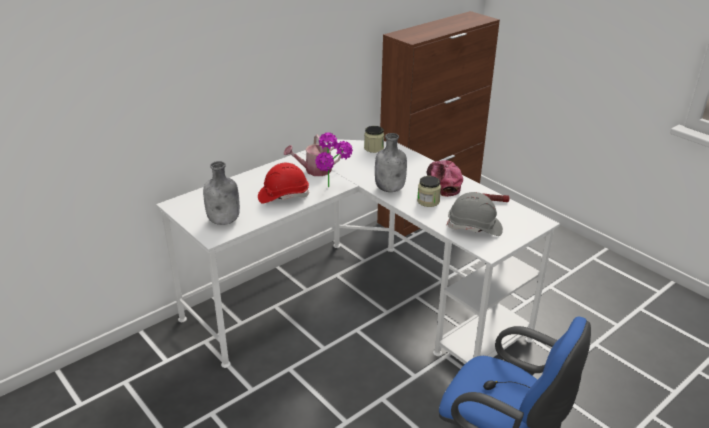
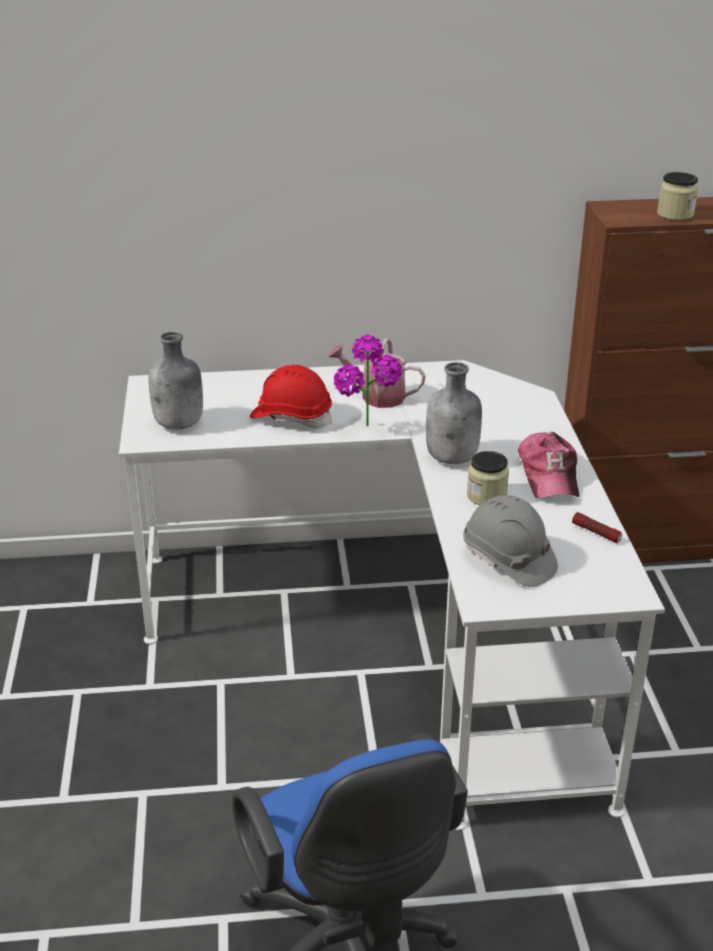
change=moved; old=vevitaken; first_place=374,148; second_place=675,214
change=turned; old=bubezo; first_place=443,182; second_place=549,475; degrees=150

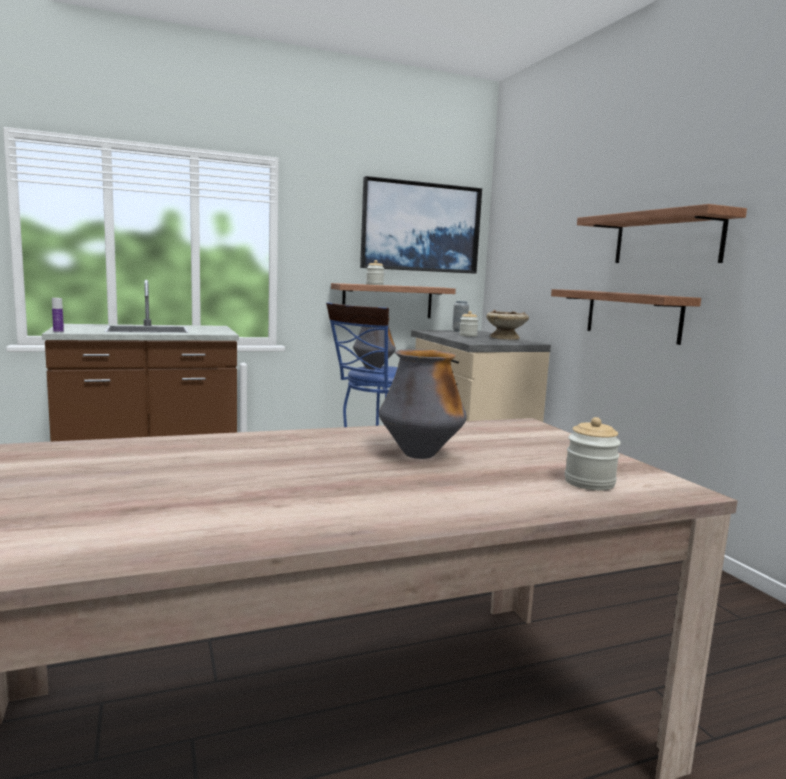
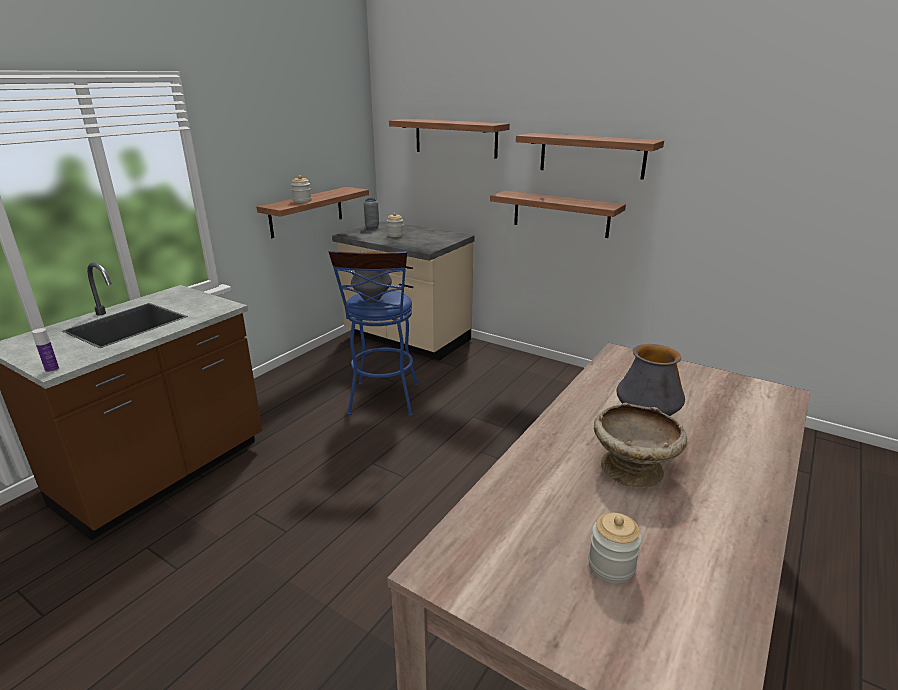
change=removed; old=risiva; first_place=420,227
change=added; new=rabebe; second_place=455,138
change=moved; old=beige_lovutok; first_place=505,338; second_place=633,467
change=moved; old=vevitaken; first_place=589,483; second_place=611,565

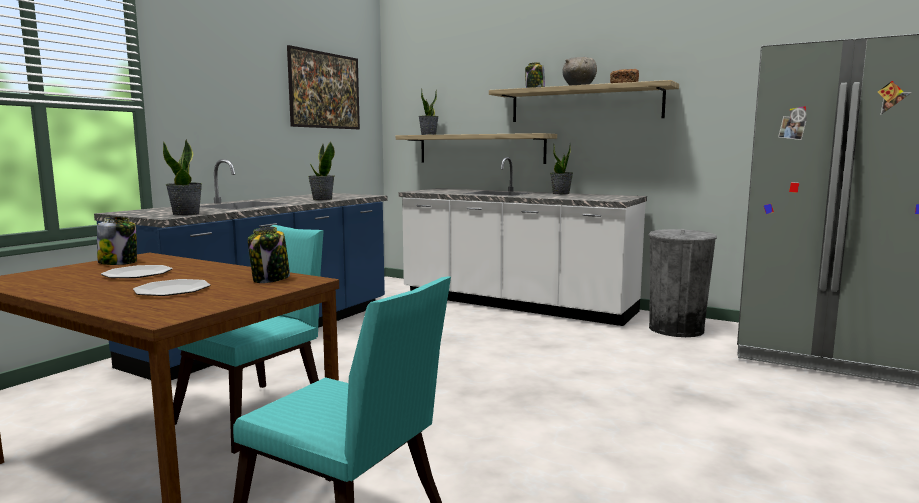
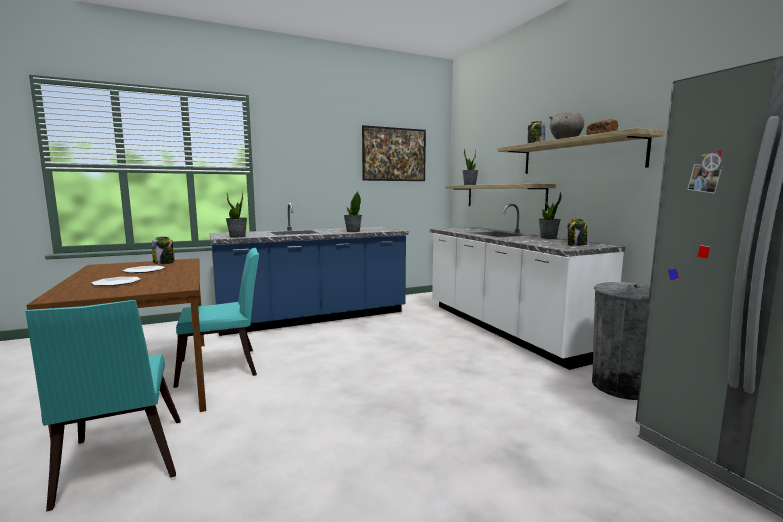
change=moved; old=vevitaken; first_place=271,279; second_place=576,245

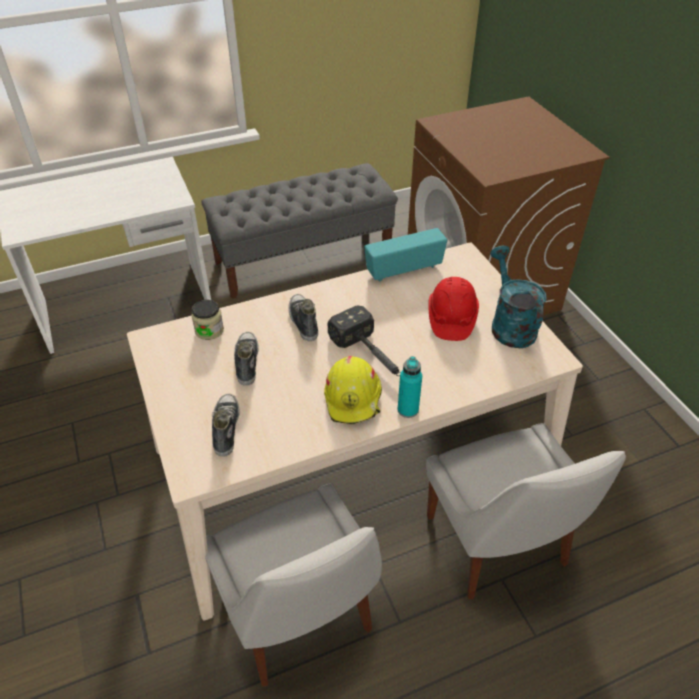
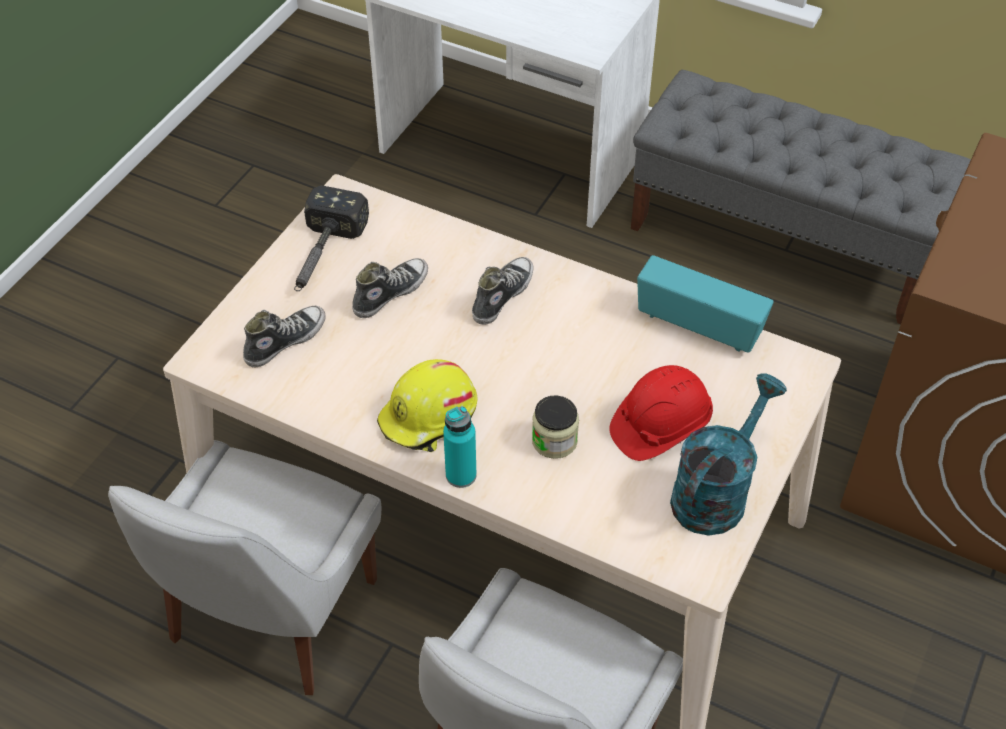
change=moved; old=vevitaken; first_place=209,330; second_place=554,441
change=moved; old=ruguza; first_place=370,355; second_place=322,257

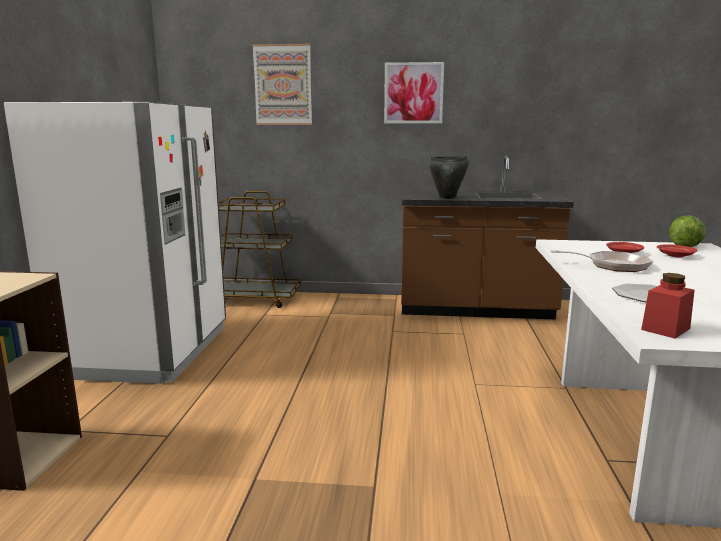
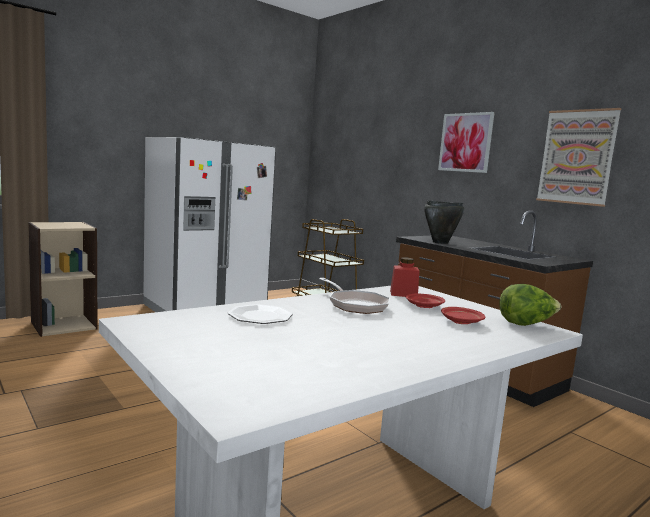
change=moved; old=risiva; first_place=283,85; second_place=577,157
change=moved; old=red_vevitaken; first_place=665,329; second_place=403,294

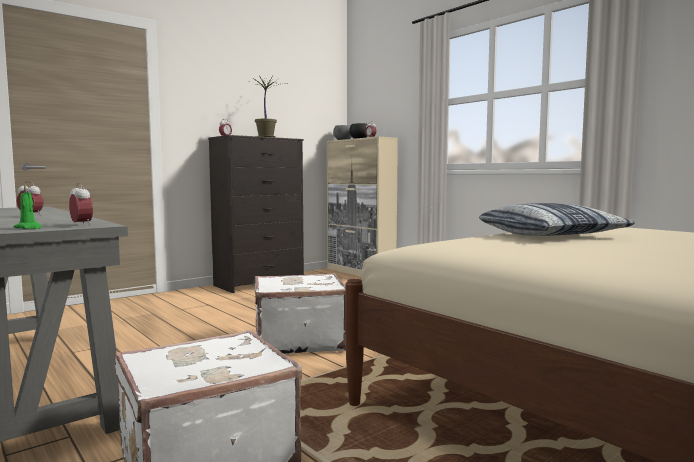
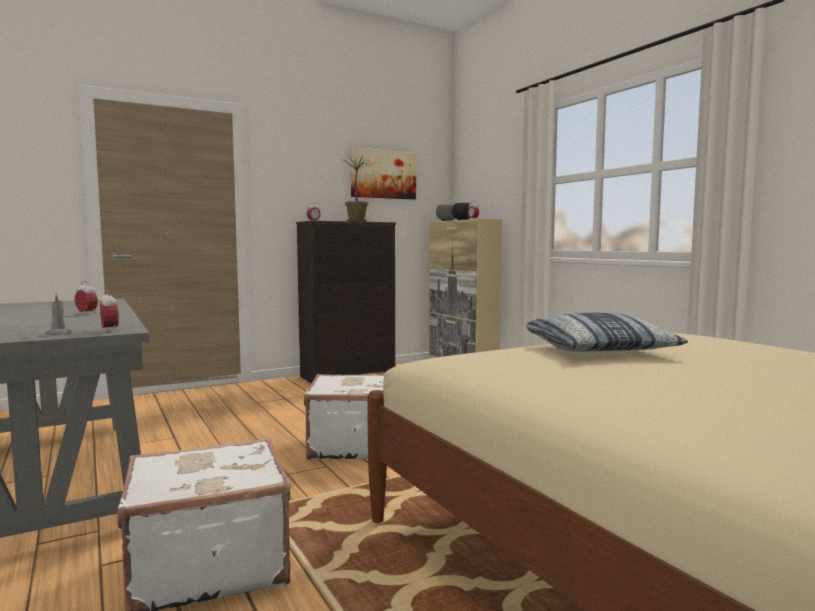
change=added; new=risiva; second_place=383,174
change=recoloured; old=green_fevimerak; new=grey_fevimerak; first_place=29,228; second_place=59,334

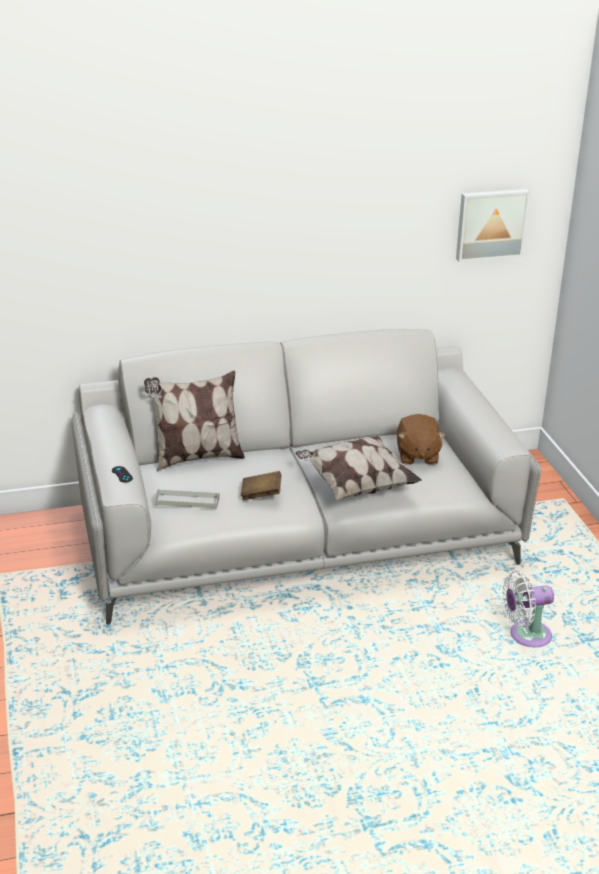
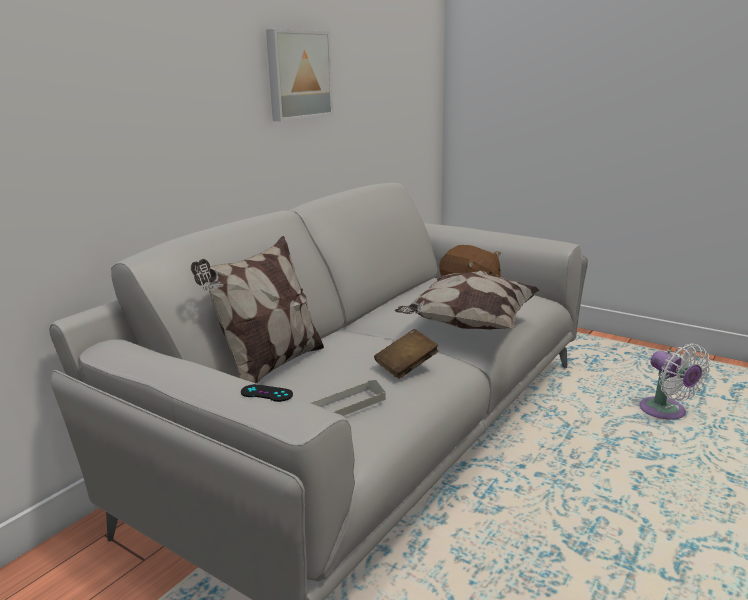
change=moved; old=risiva; first_place=491,224; second_place=298,75
change=turned; old=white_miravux; first_place=525,635; second_place=666,412; degrees=-60

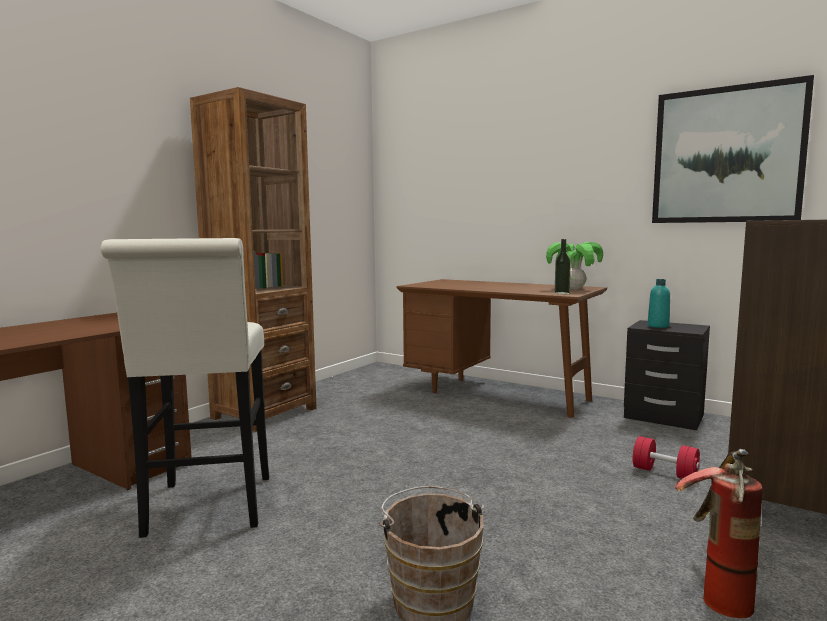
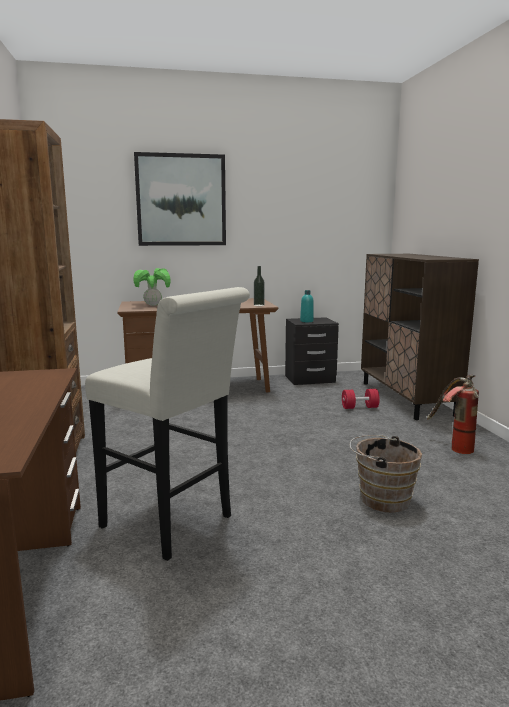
change=moved; old=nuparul; first_place=573,289; second_place=153,305
change=moved; old=risiva; first_place=726,155; second_place=181,200

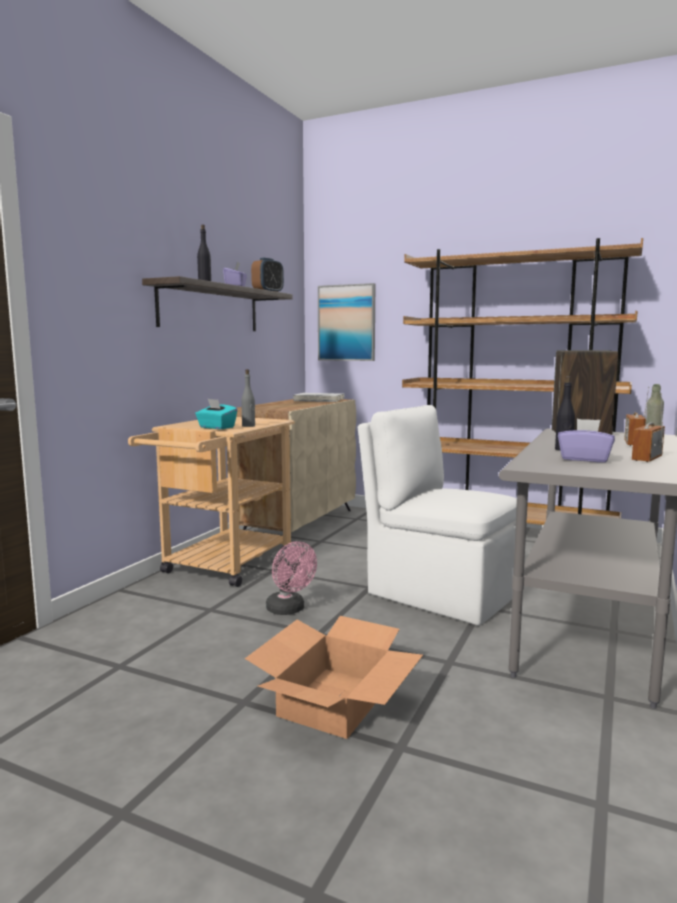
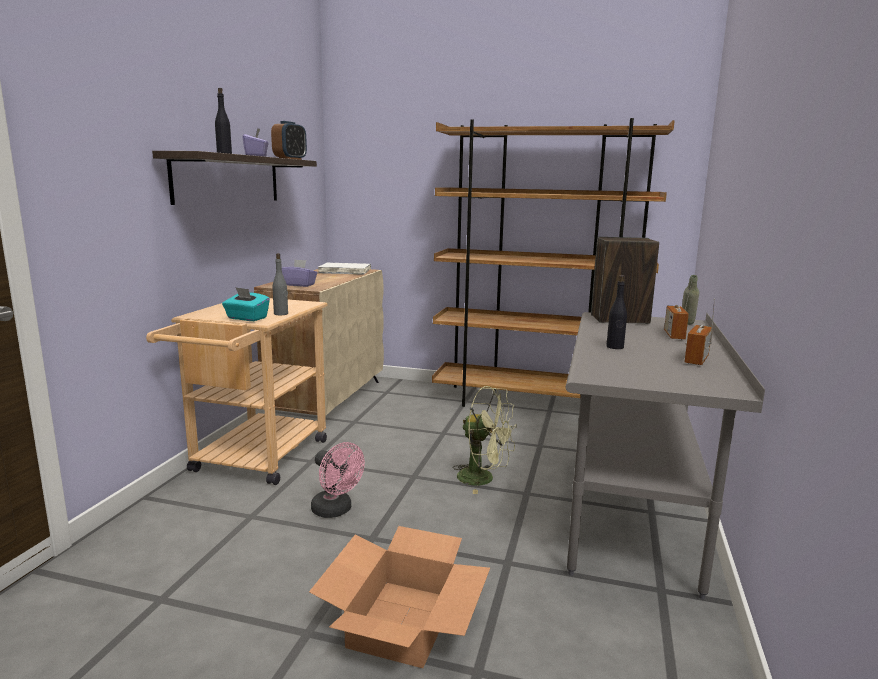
change=removed; old=risiva; first_place=346,323
change=moved; old=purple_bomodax; first_place=585,459; second_place=299,285
change=replaced; old=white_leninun; new=green_miravux; first_place=439,593; second_place=483,479

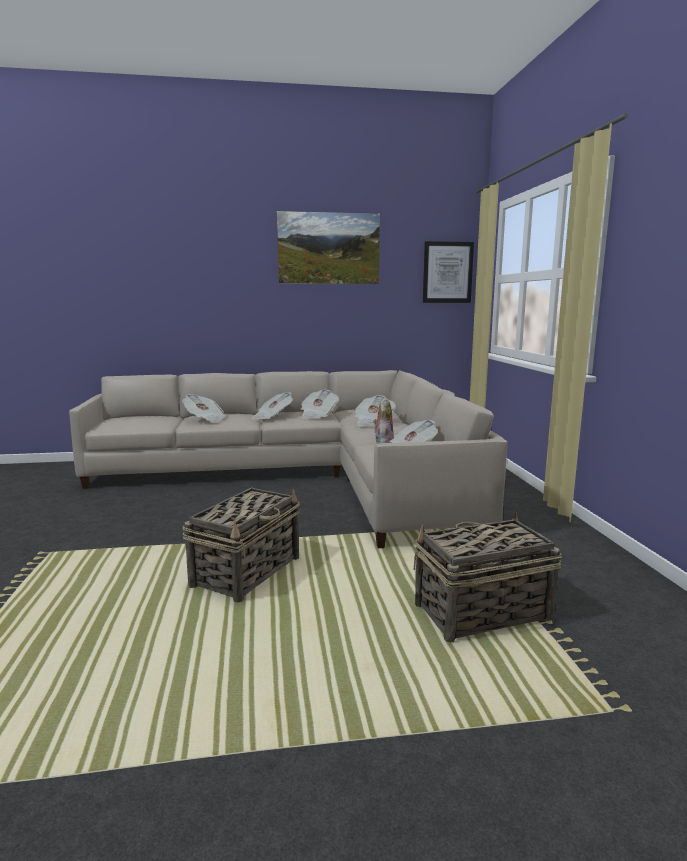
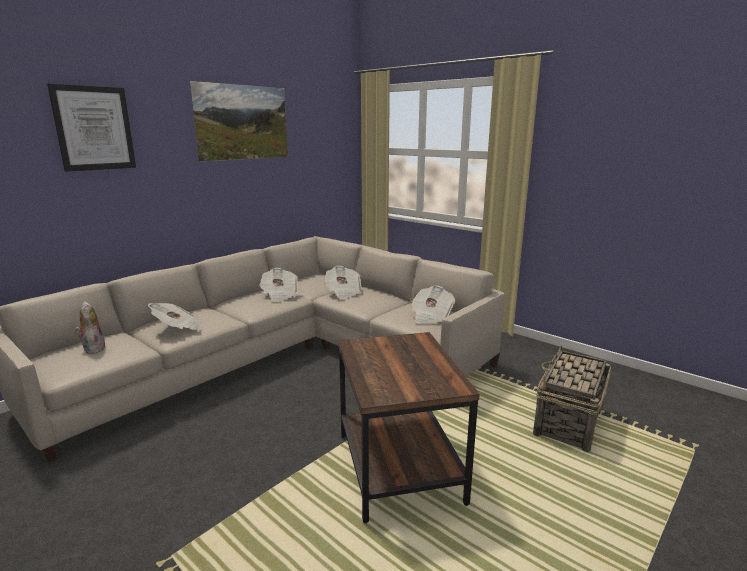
change=removed; old=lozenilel; first_place=272,417
change=moved; old=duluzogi; first_place=383,442; second_place=93,348
change=moved; old=risiva; first_place=447,272; second_place=94,128
change=replaced; old=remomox; new=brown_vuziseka; first_place=247,571; second_place=397,467

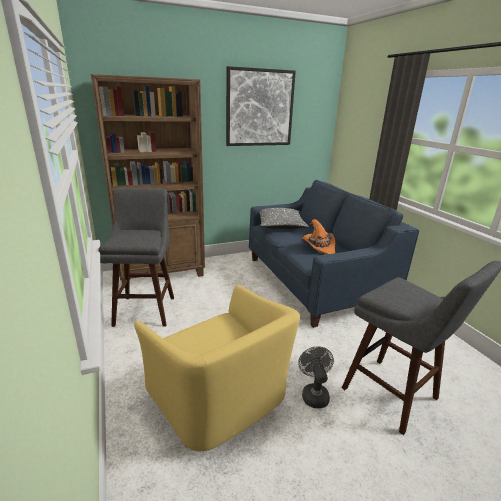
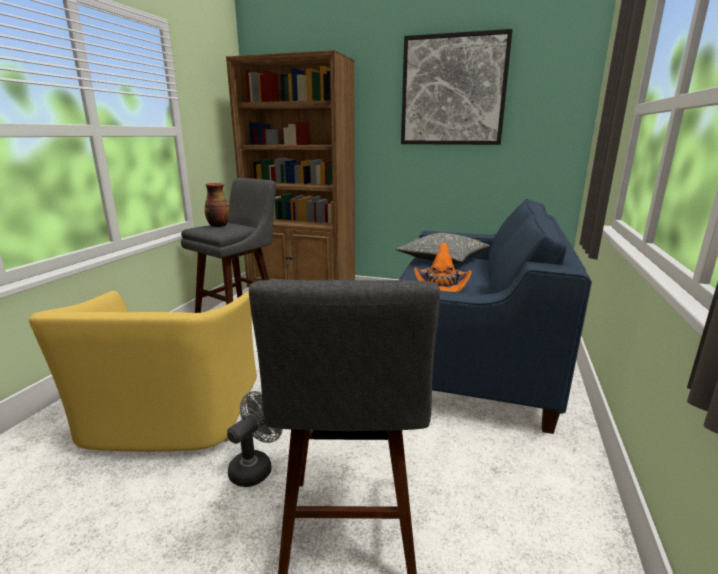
change=added; new=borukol; second_place=218,225

